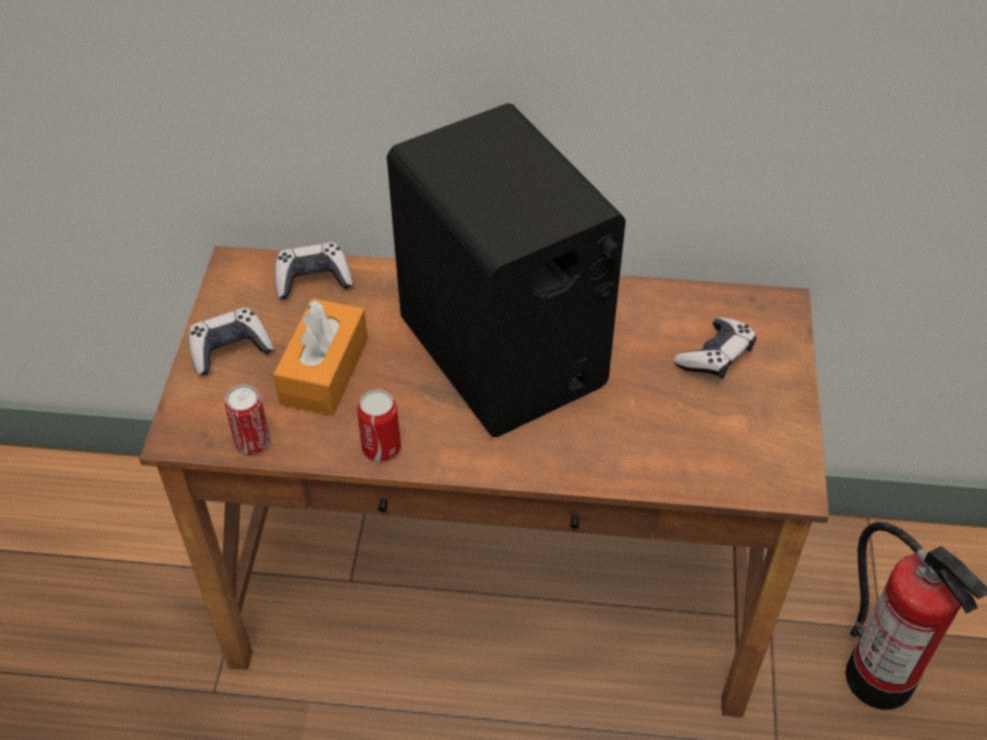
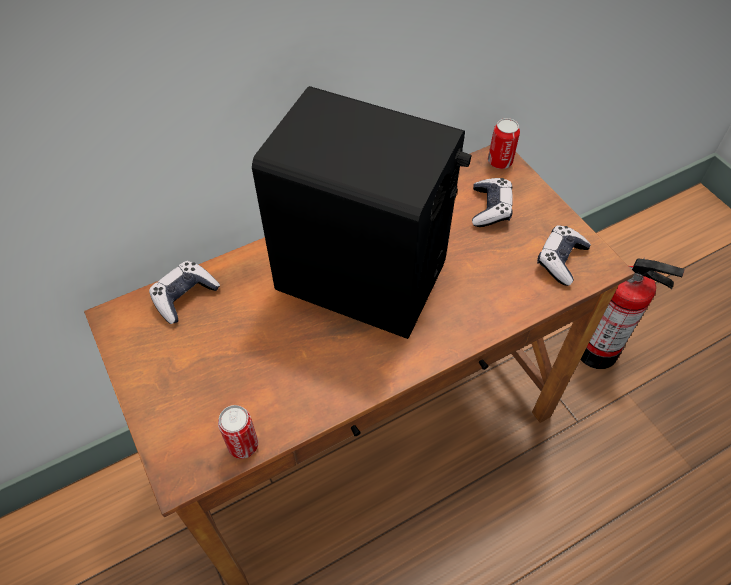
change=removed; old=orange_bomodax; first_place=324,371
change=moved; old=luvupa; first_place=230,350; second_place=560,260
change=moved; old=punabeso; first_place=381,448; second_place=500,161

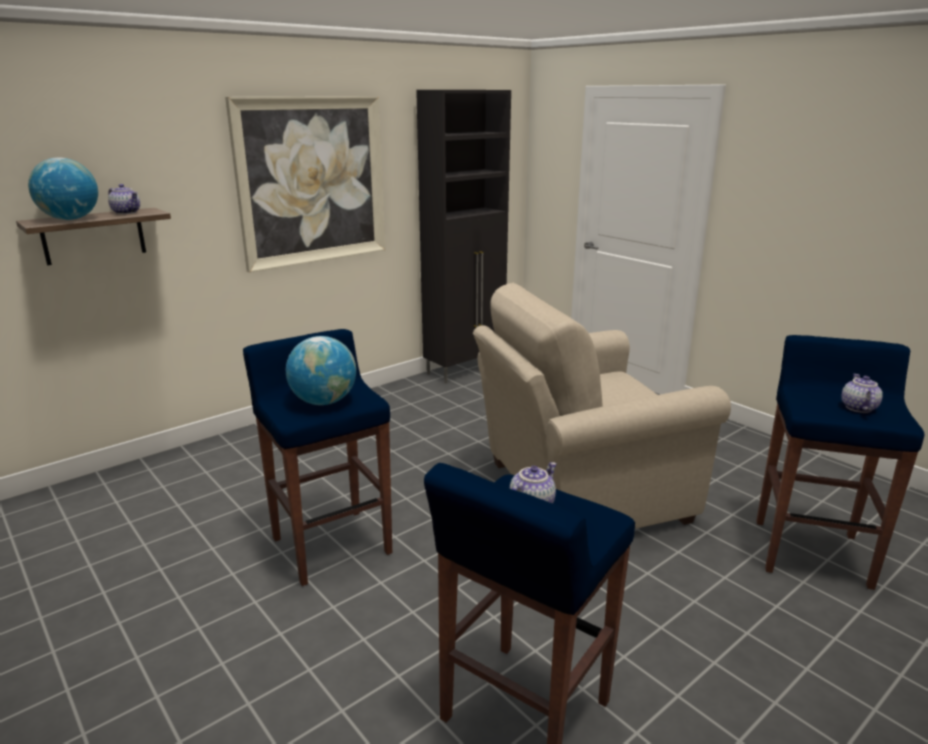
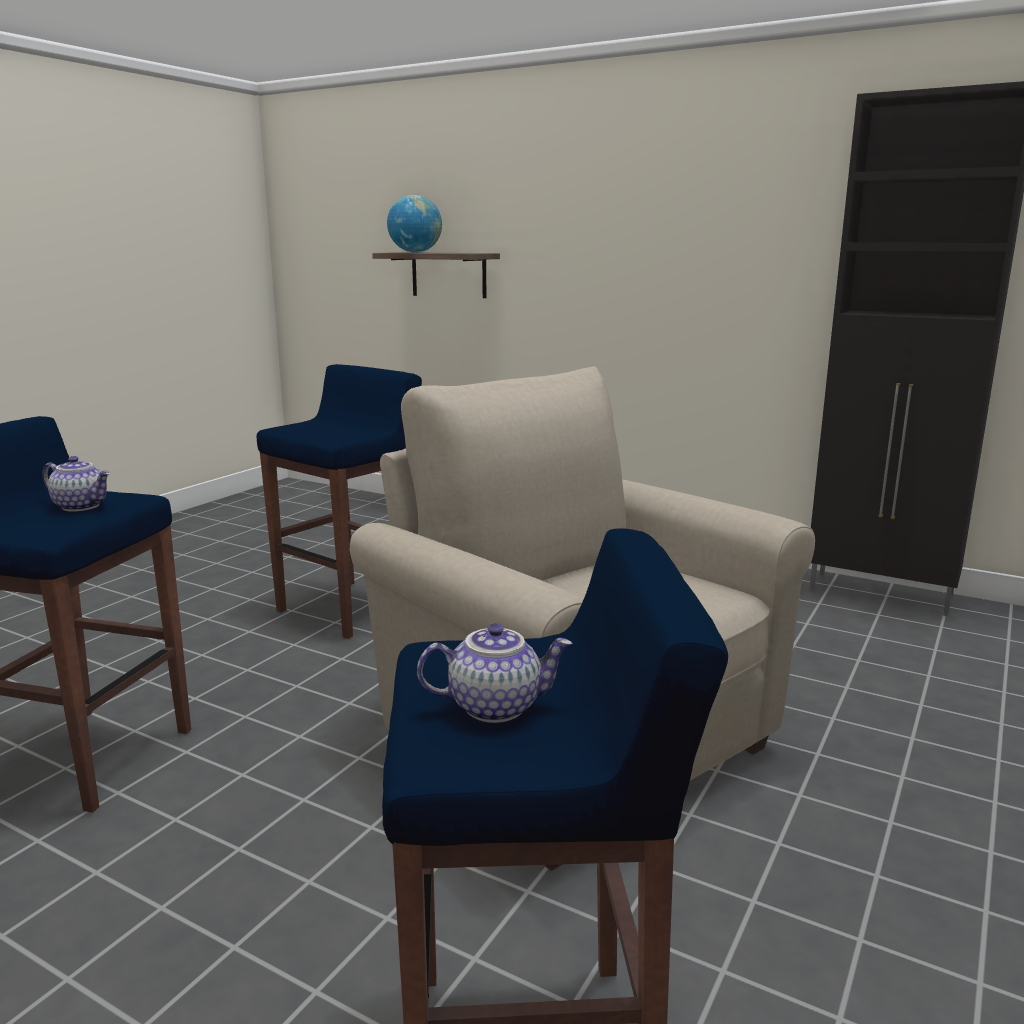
change=removed; old=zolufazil; first_place=127,212
change=removed; old=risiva; first_place=312,181
change=removed; old=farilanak; first_place=324,402

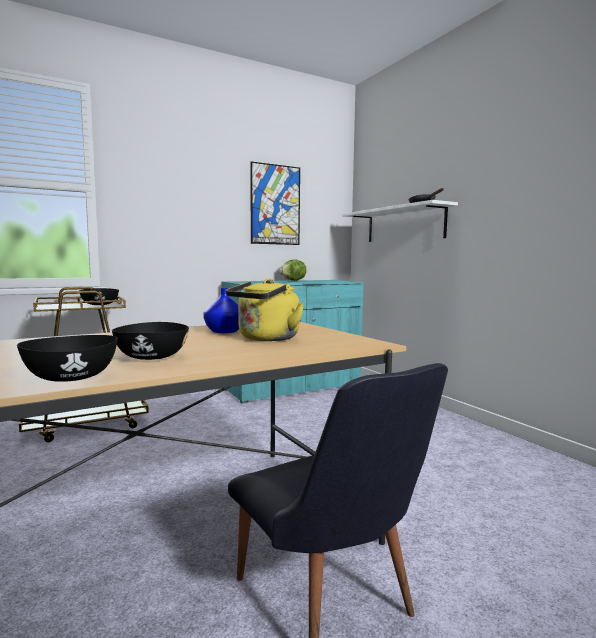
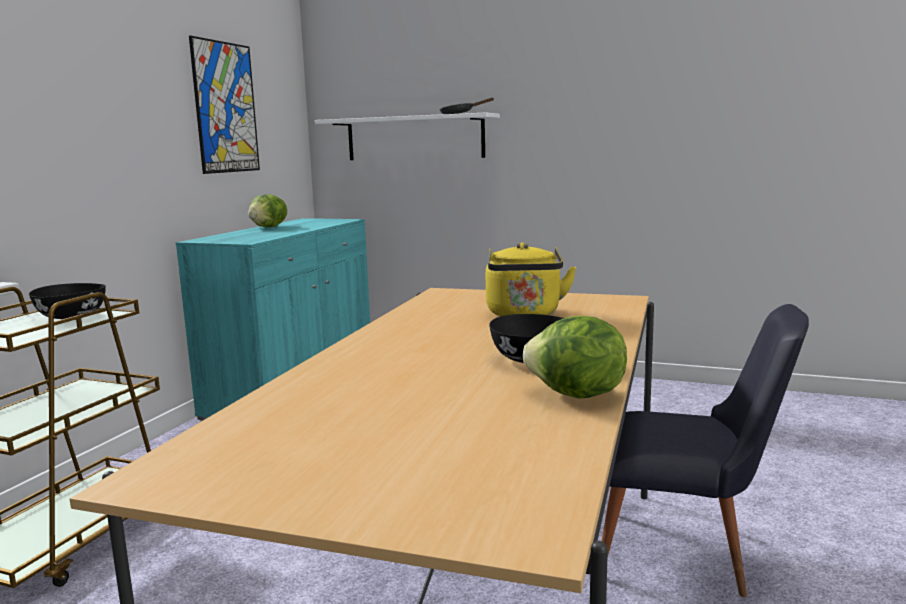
change=removed; old=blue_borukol; first_place=224,331
change=replaced; old=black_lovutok; new=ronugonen; first_place=70,378; second_place=576,395

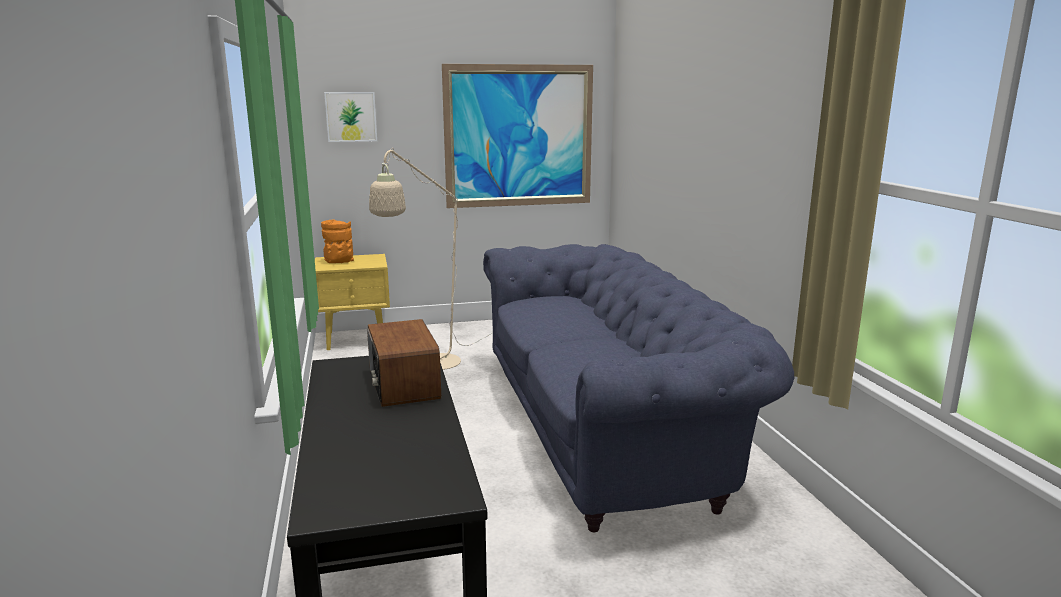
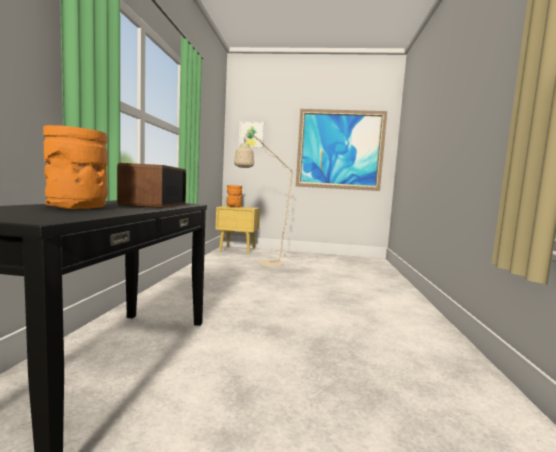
change=removed; old=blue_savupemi; first_place=608,426
change=added; new=orange_borukol; second_place=77,208

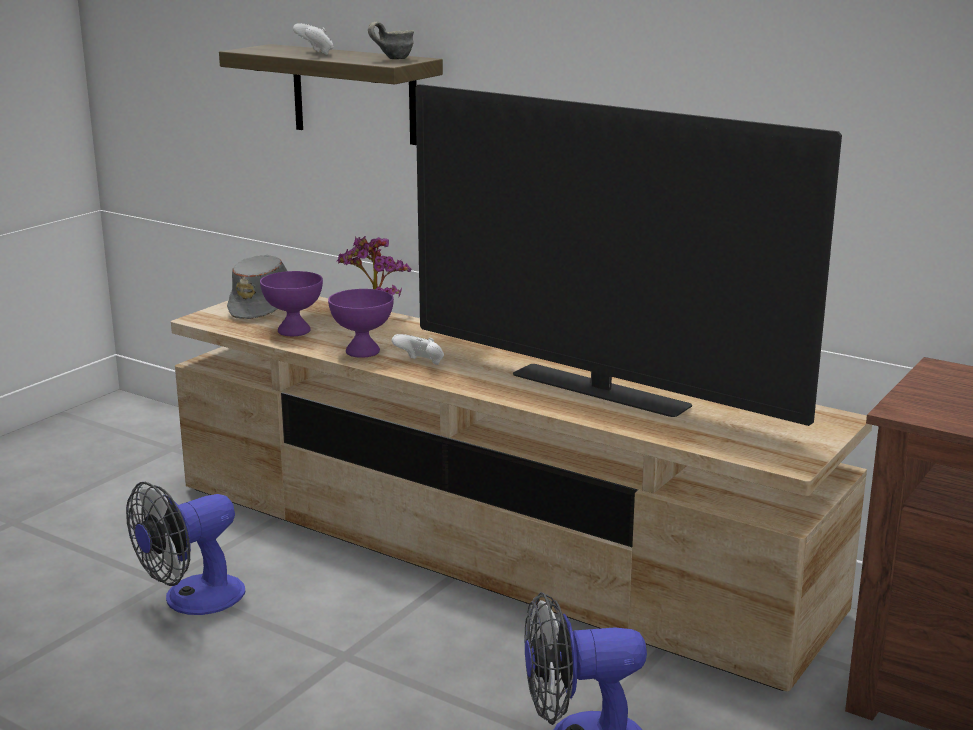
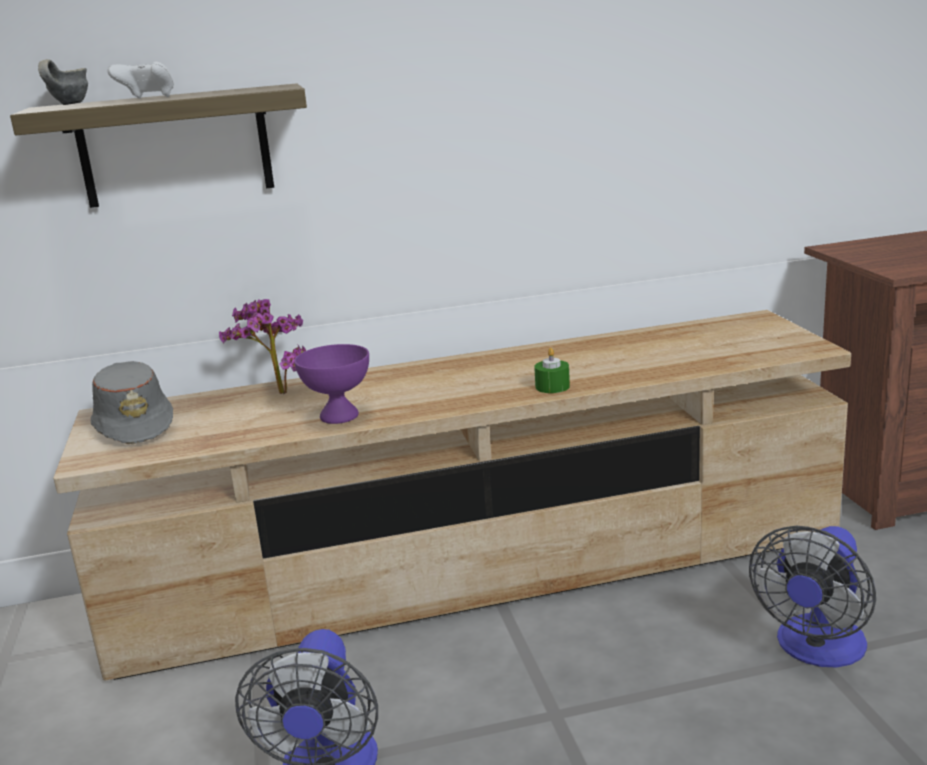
change=removed; old=purple_lovutok; first_place=295,331
change=removed; old=white_luvupa; first_place=421,364
change=removed; old=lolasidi; first_place=599,391
change=added; new=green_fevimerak; second_place=552,386
change=moved; old=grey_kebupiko; first_place=392,59; second_place=66,104

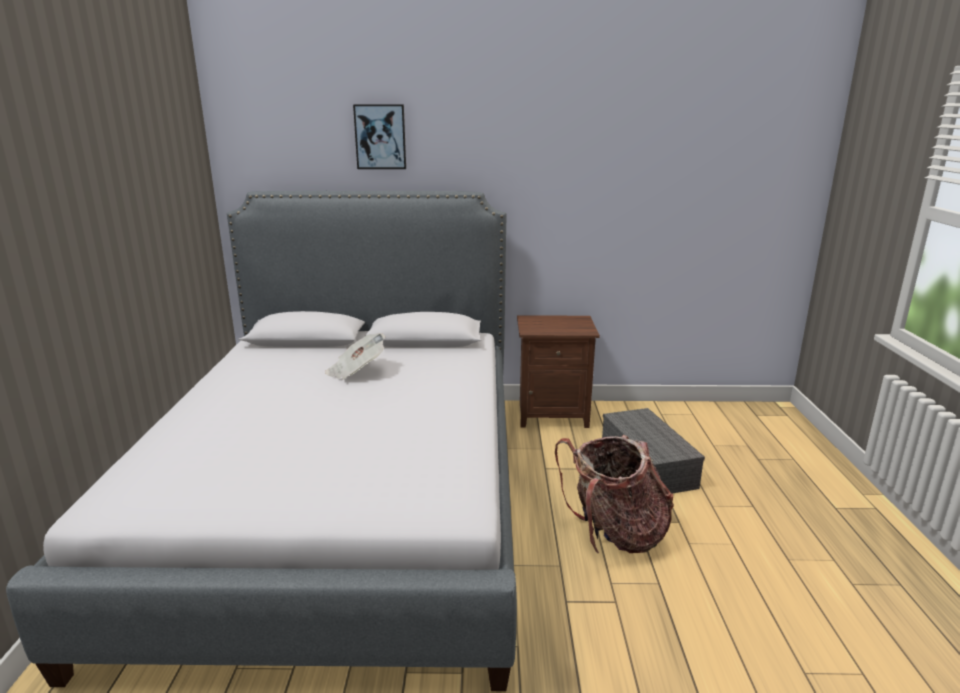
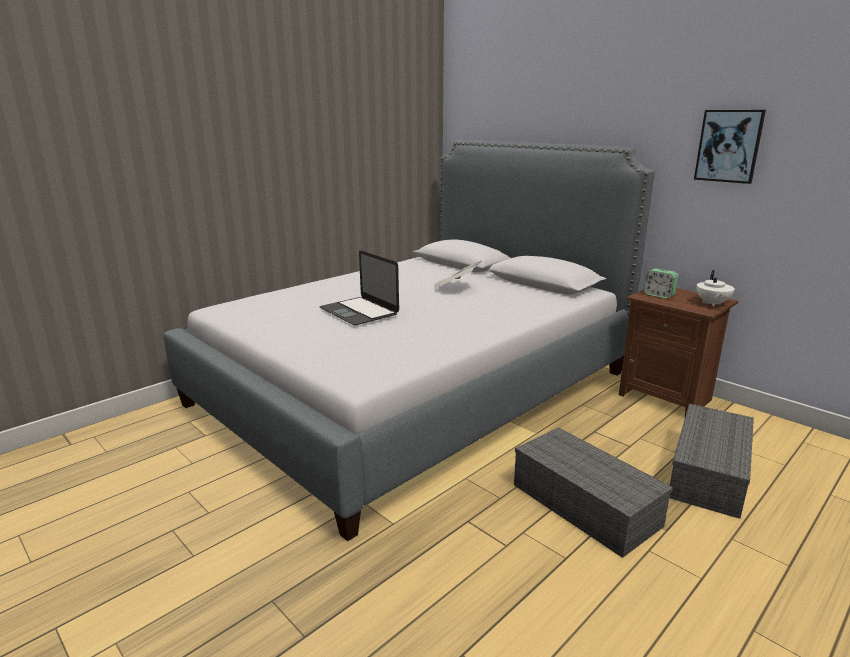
change=added; new=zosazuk; second_place=359,311
change=added; new=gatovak; second_place=659,295
change=added; new=white_zolufazil; second_place=711,304
change=moved; old=risiva; first_place=380,137; second_place=729,146
change=replaced; old=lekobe; new=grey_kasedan; first_place=614,534; second_place=582,504

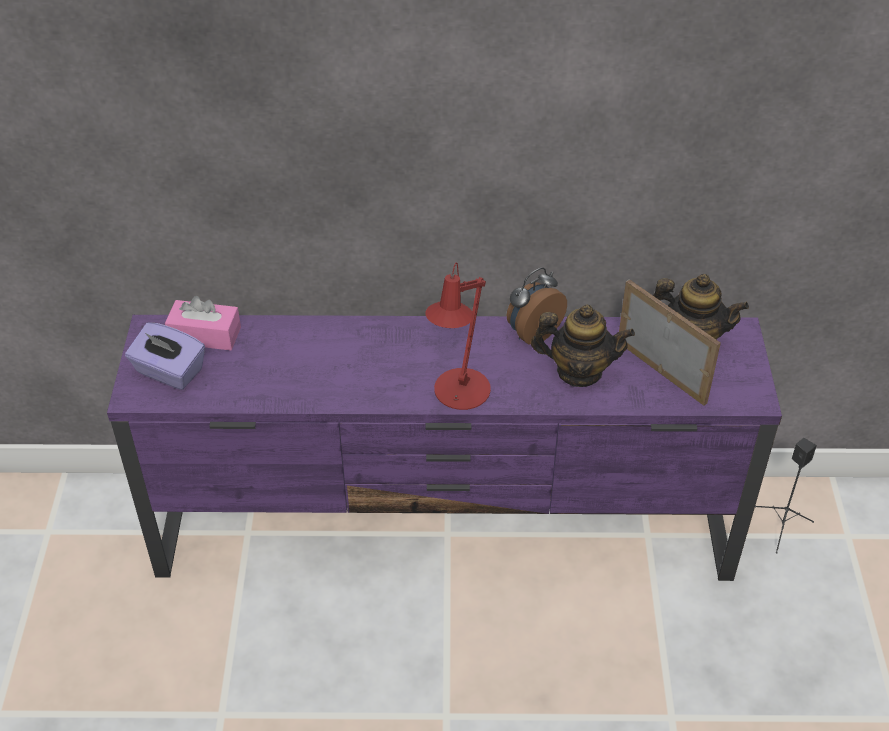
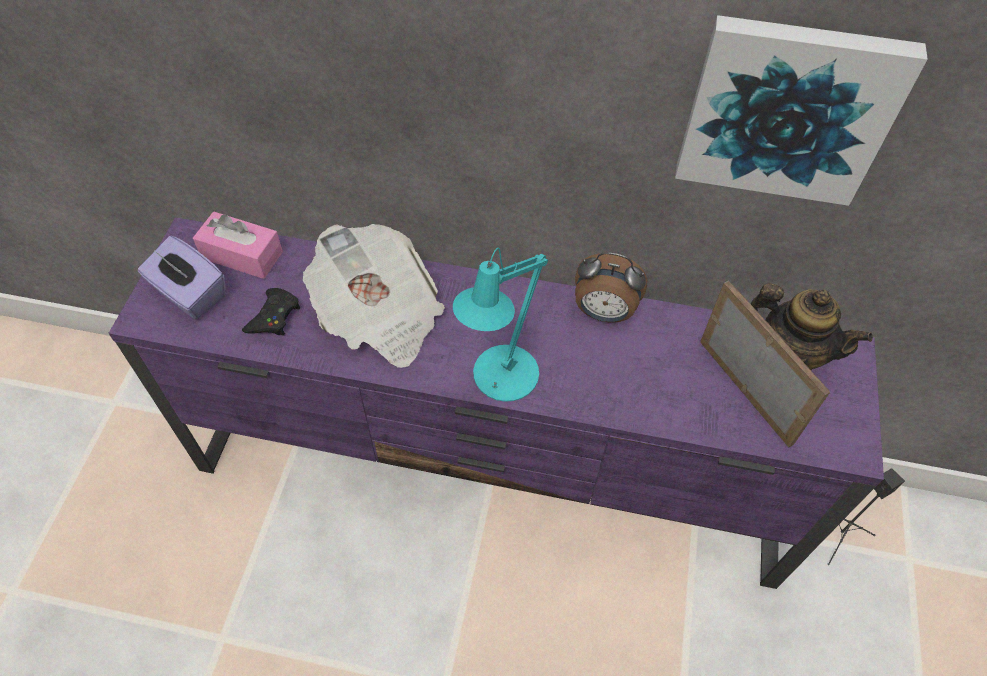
change=removed; old=zolufazil; first_place=579,372
change=added; new=black_luvupa; second_place=274,317
change=added; new=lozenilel; second_place=379,316
change=added; new=risiva; second_place=788,110
change=recoloured; old=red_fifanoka; new=turquoise_fifanoka; first_place=459,395; second_place=500,380
change=turned; old=gatovak; first_place=532,332; second_place=603,313; degrees=-135

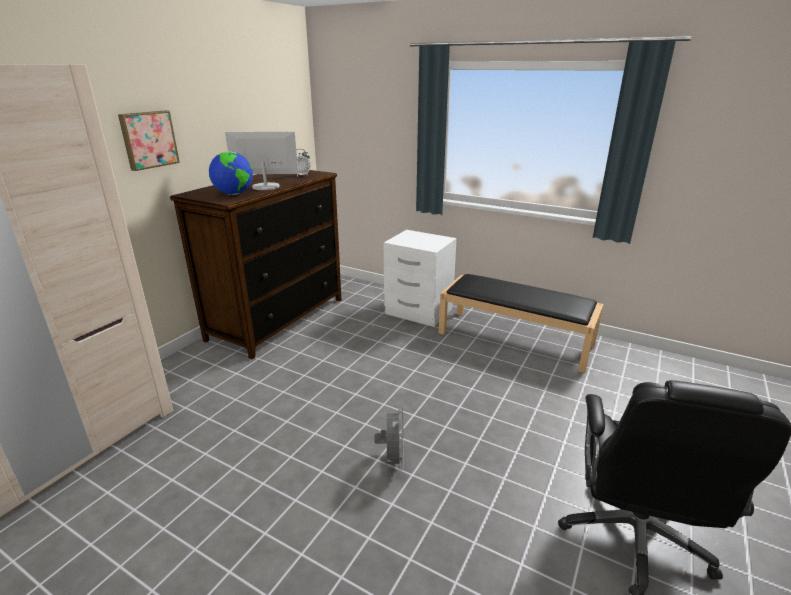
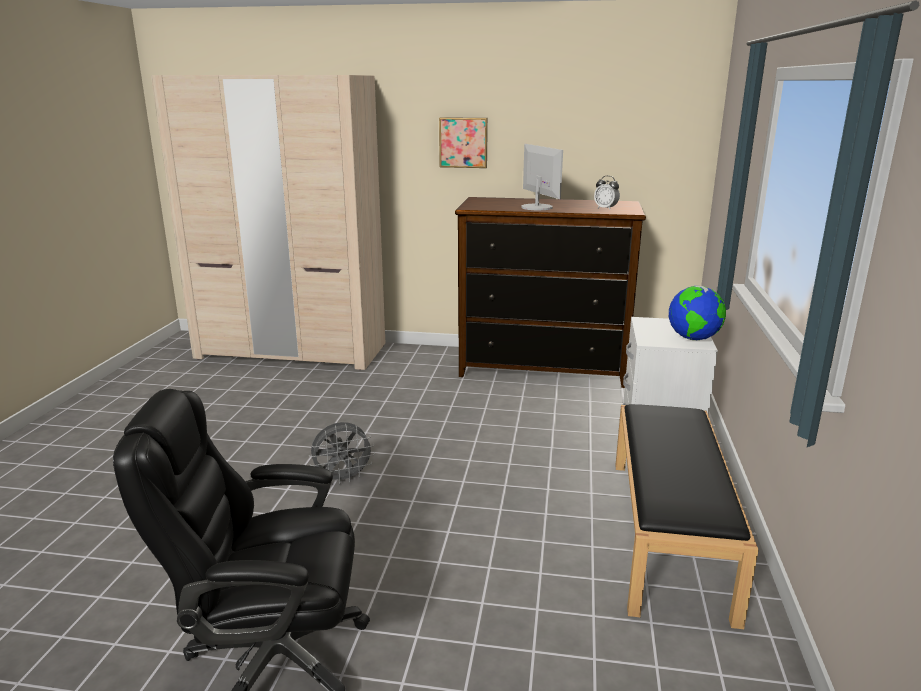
change=moved; old=farilanak; first_place=234,194; second_place=693,339

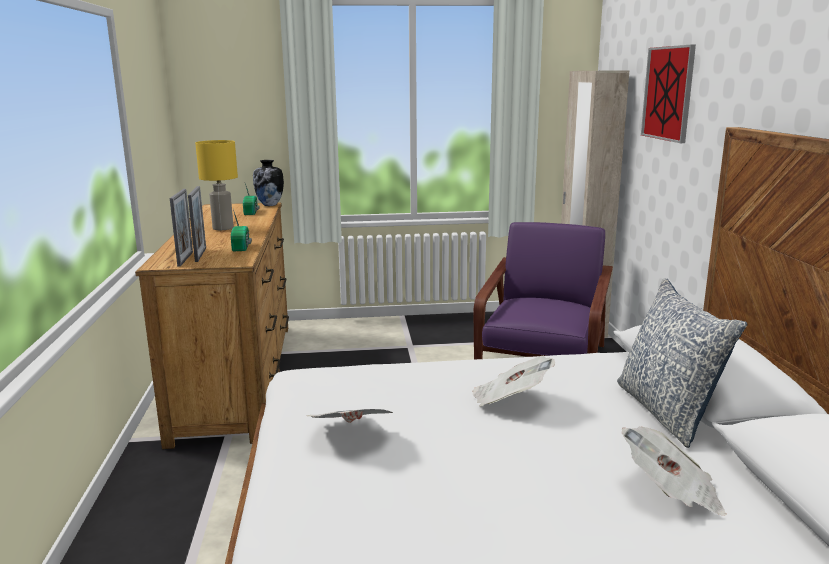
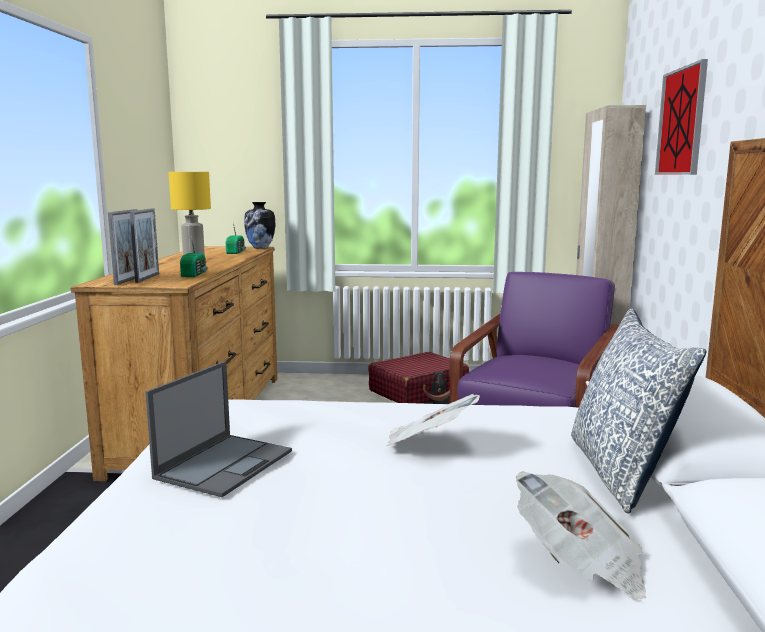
change=added; new=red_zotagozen; second_place=419,392
change=replaced; old=lozenilel; new=zosazuk; first_place=351,435; second_place=225,464

